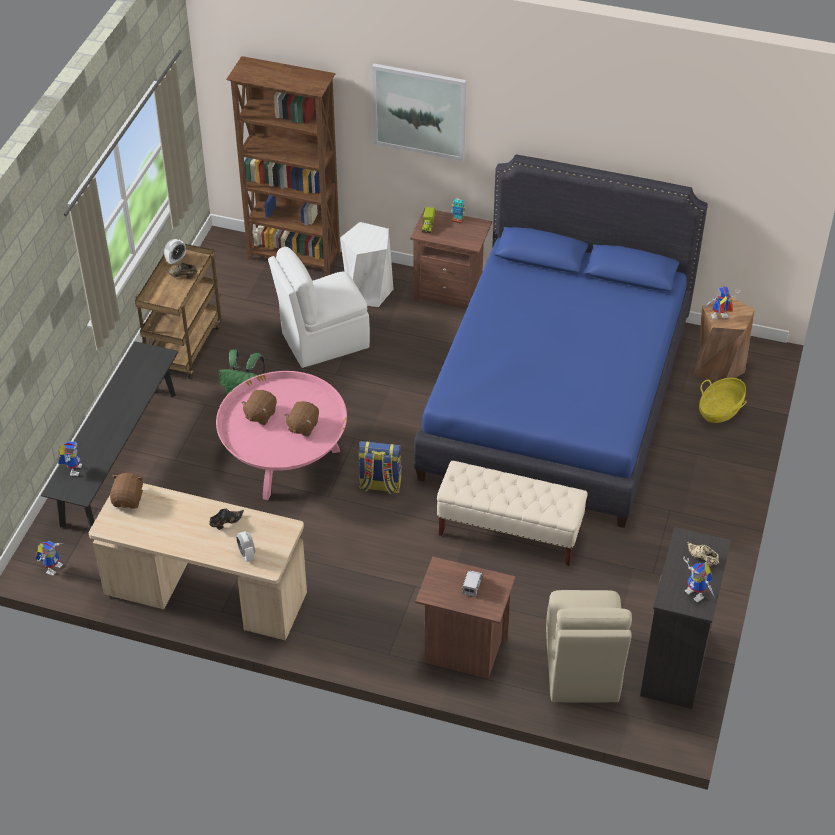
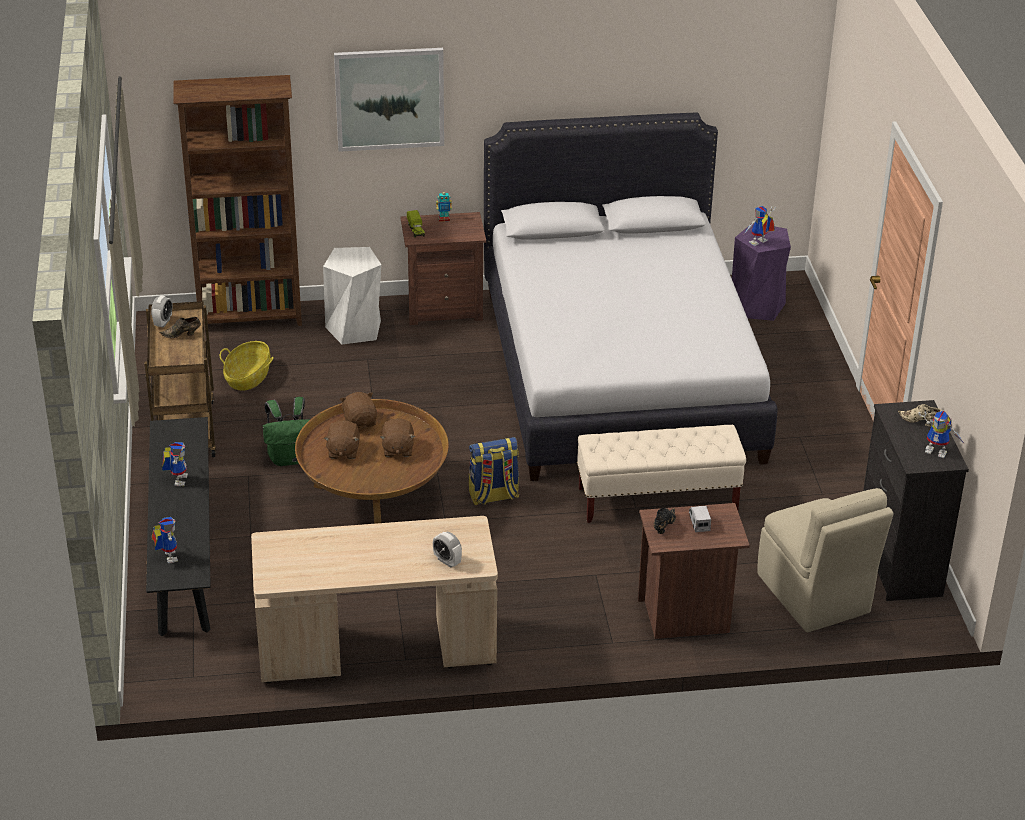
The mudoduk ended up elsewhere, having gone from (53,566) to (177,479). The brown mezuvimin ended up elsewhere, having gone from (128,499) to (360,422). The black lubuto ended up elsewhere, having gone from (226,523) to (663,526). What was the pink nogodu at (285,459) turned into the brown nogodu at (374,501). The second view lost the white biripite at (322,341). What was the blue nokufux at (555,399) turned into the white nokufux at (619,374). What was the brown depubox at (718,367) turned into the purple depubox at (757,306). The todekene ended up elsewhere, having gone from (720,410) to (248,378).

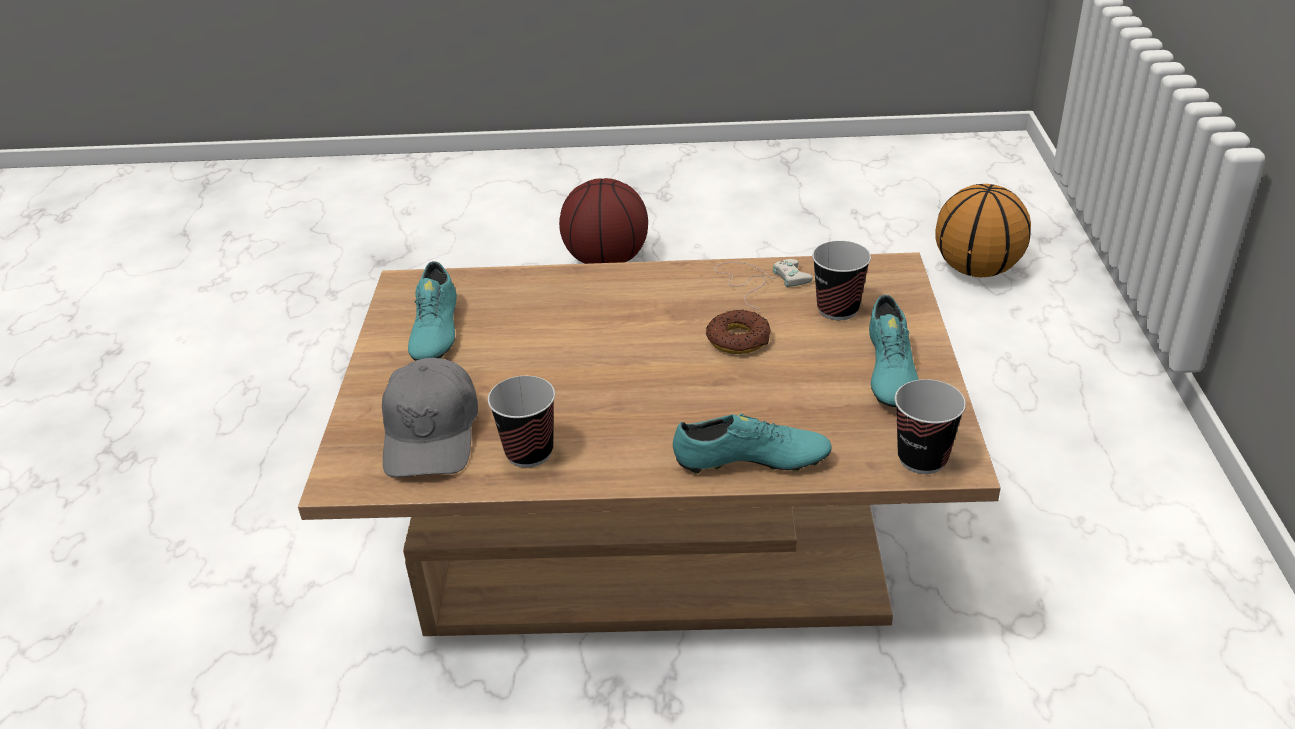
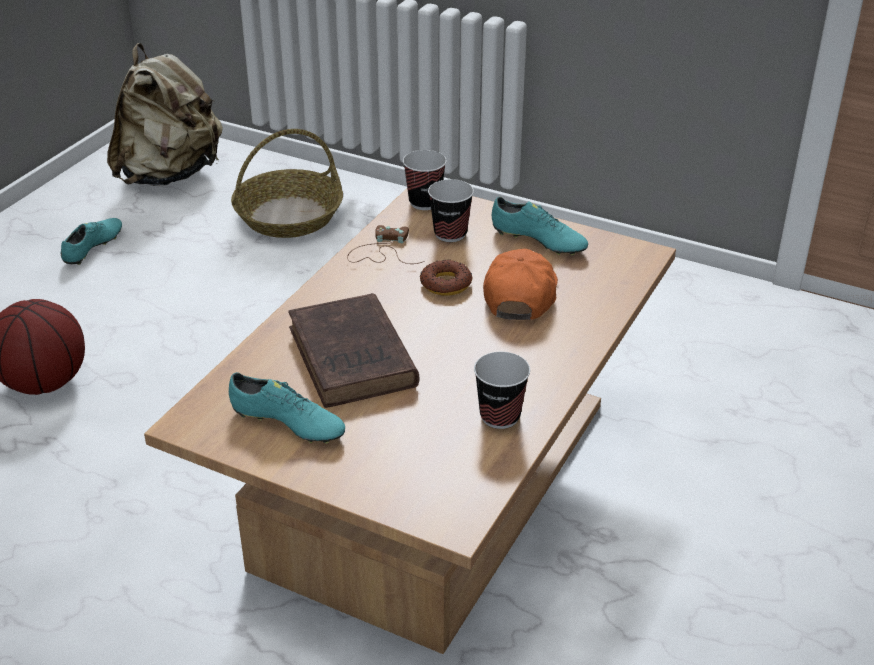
The second view lost the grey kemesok at (432,433). The turquoise lubuto ended up elsewhere, having gone from (751,463) to (93,248). What was the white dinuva at (759,281) turned into the brown dinuva at (382,251). The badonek ended up elsewhere, having gone from (922,458) to (424,202). Where the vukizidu stood at (975,269), the todekene came to stand at (288,216). The second view gained the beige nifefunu at (170,175). The second view gained the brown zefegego at (353,359). The second view gained the orange kemesok at (520,295).

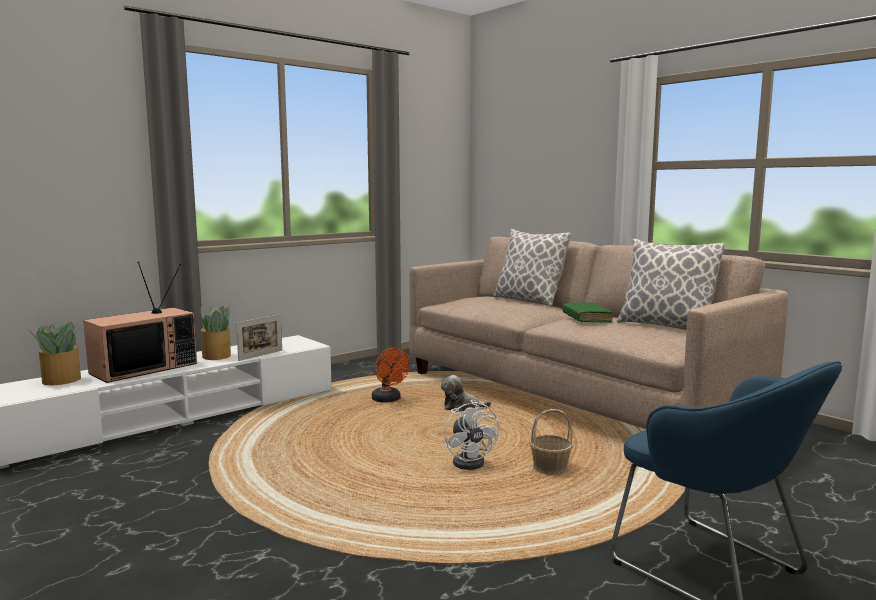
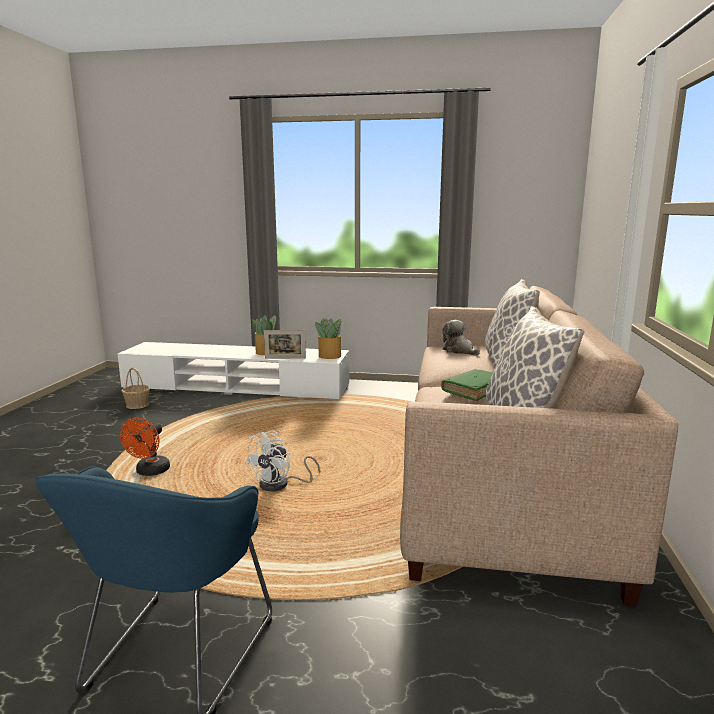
The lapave ended up elsewhere, having gone from (60,380) to (329,356). The second view lost the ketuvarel at (144,368). The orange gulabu ended up elsewhere, having gone from (389,400) to (150,472). The mezuvimin ended up elsewhere, having gone from (462,407) to (459,351). The todekene ended up elsewhere, having gone from (549,469) to (137,405).

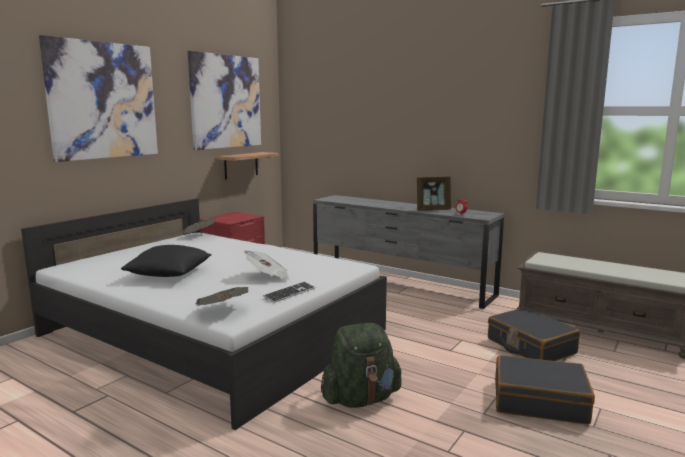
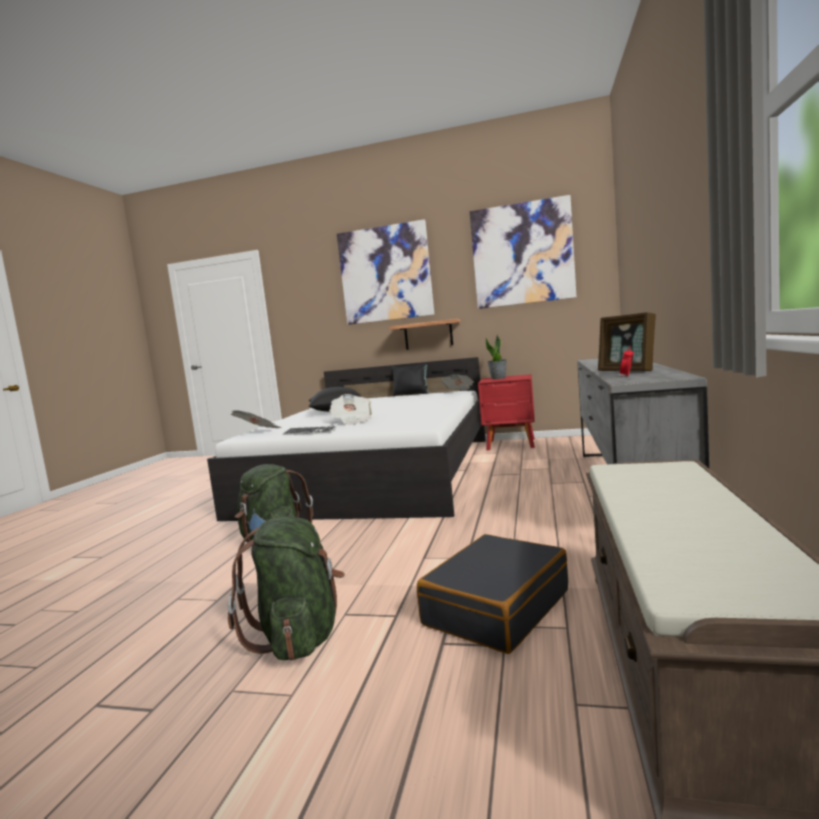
The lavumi ended up elsewhere, having gone from (241,165) to (428,335). Where the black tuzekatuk stood at (539,401), the green nifefunu came to stand at (299,637). The second view gained the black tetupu at (411,394). The second view gained the lapave at (498,378).

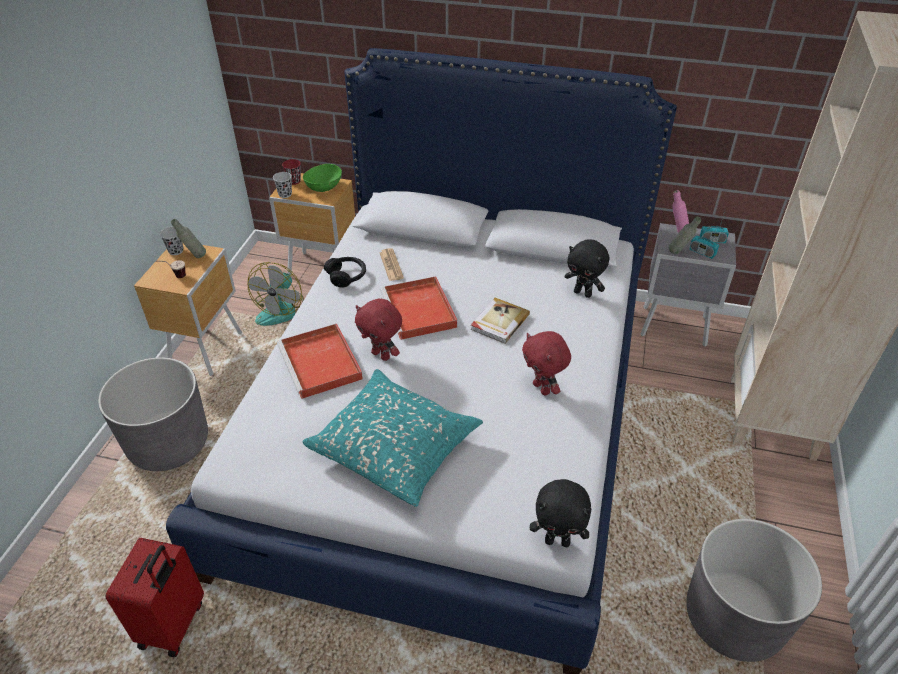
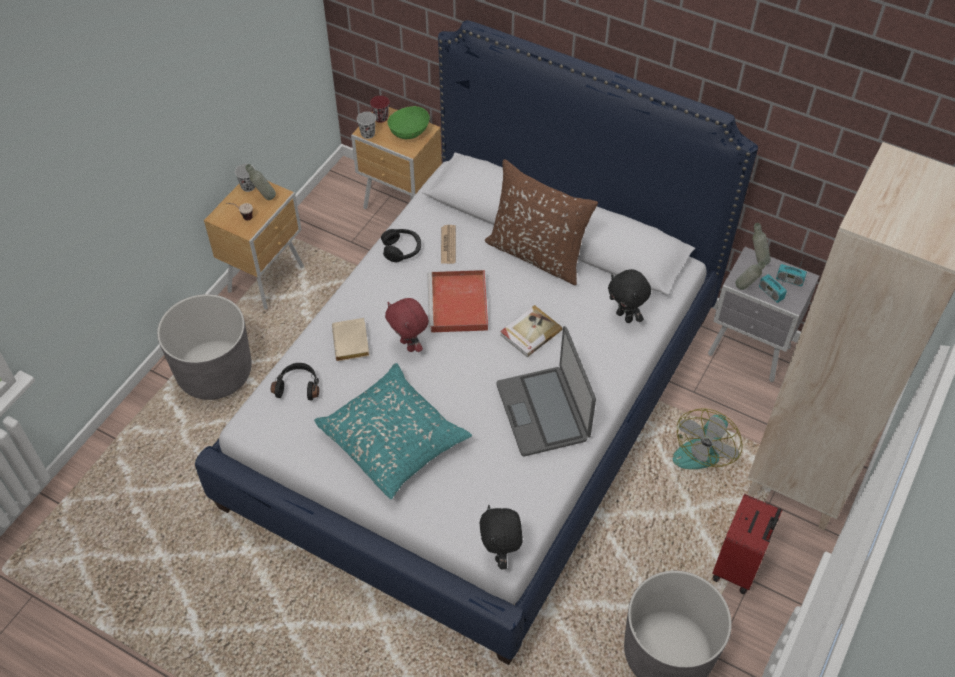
The red tuzekatuk ended up elsewhere, having gone from (174,624) to (738,566). The gulabu ended up elsewhere, having gone from (281,309) to (701,447). Where the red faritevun stood at (321,364), the beige zefegego came to stand at (352,343). Where the red mezuvimin stood at (542,388), the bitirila came to stand at (543,411). The black mezuvimin at (557,541) ended up facing another way, 60 degrees clockwise from before. What was the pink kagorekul at (676,231) turned into the grey kagorekul at (757,260). The second view gained the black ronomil at (298,386). The second view gained the brown tetupu at (537,254).

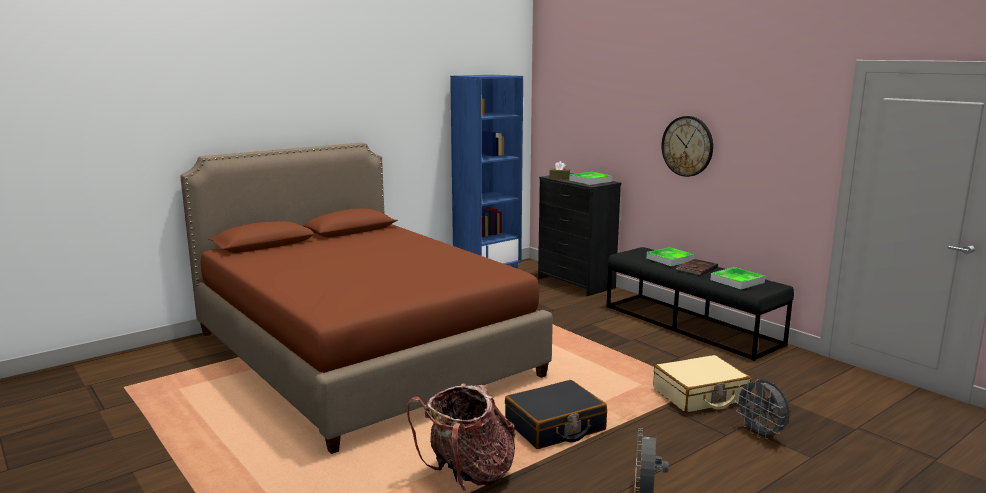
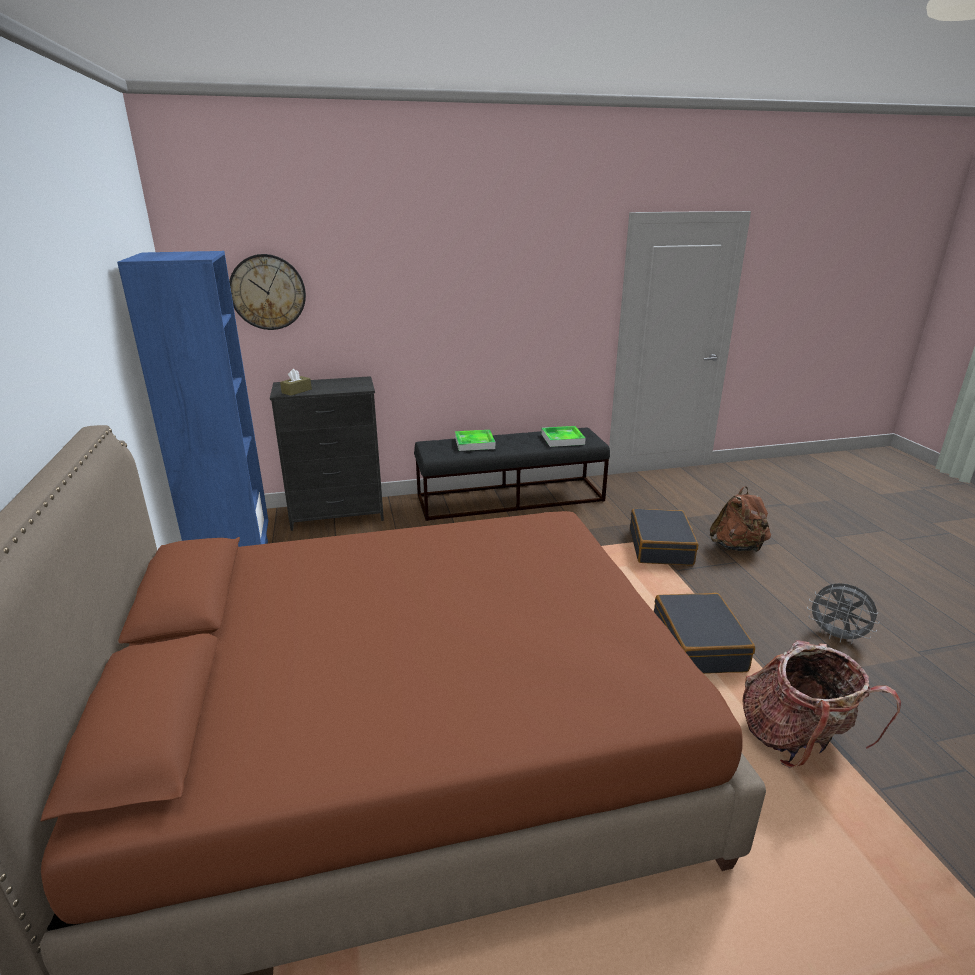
The second view lost the faritevun at (590,181). What was the beige tuzekatuk at (700,396) turned into the black tuzekatuk at (661,547). The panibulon ended up elsewhere, having gone from (687,146) to (267,292). The second view lost the brown zefegego at (696,269). Where the grey gulabu stood at (761,434), the brown nifefunu came to stand at (737,547).

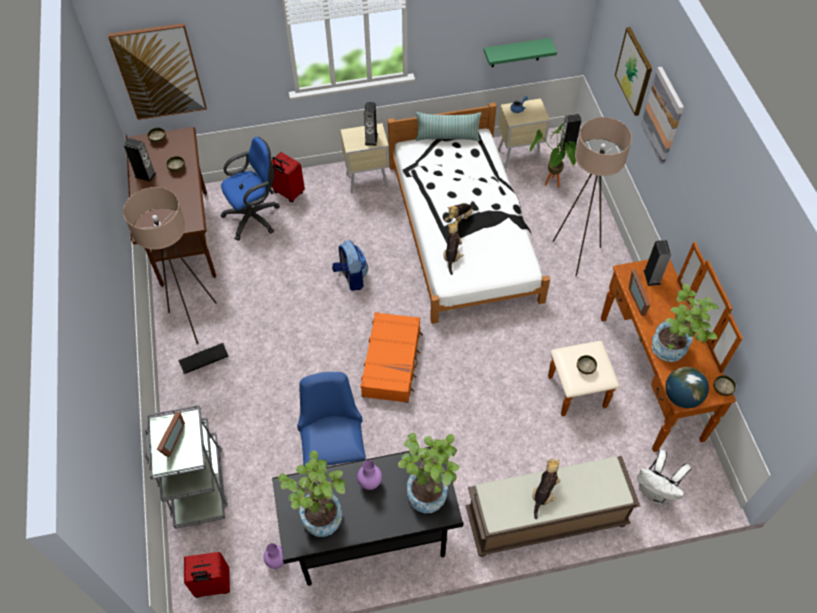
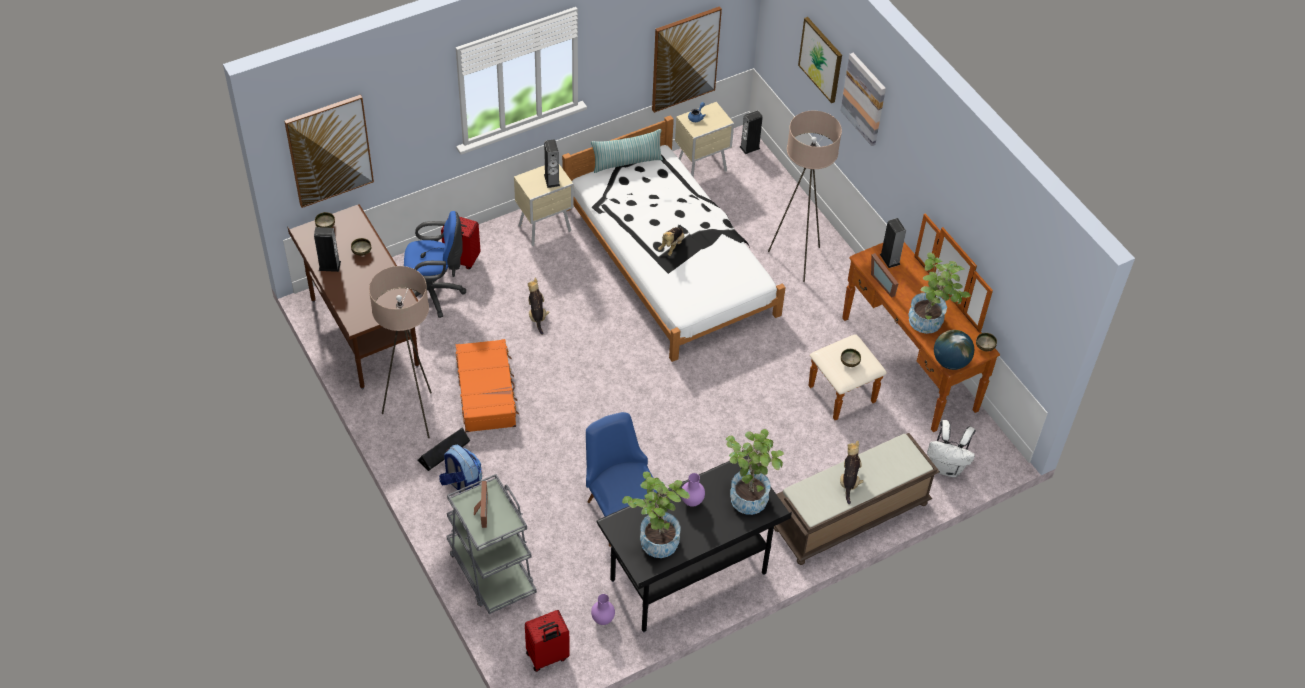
The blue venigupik at (255,217) ended up facing another way, 45 degrees clockwise from before. The nifefunu ended up elsewhere, having gone from (351,277) to (462,487). The orange tuzekatuk ended up elsewhere, having gone from (392,362) to (487,392). The mezuvimin ended up elsewhere, having gone from (452,255) to (537,315). Where the green lavumi hung at (516,52), the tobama came to hang at (685,59). The second view lost the lapave at (551,186).

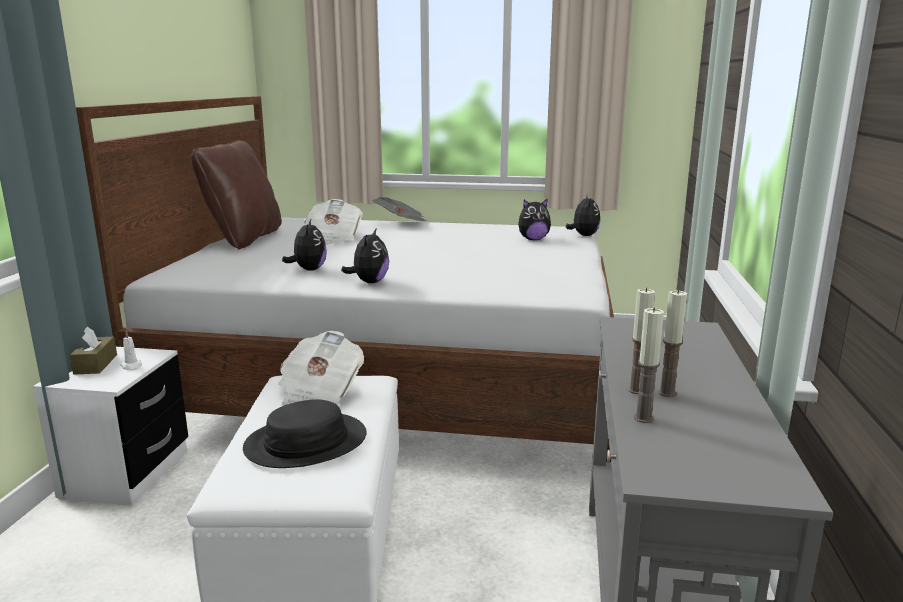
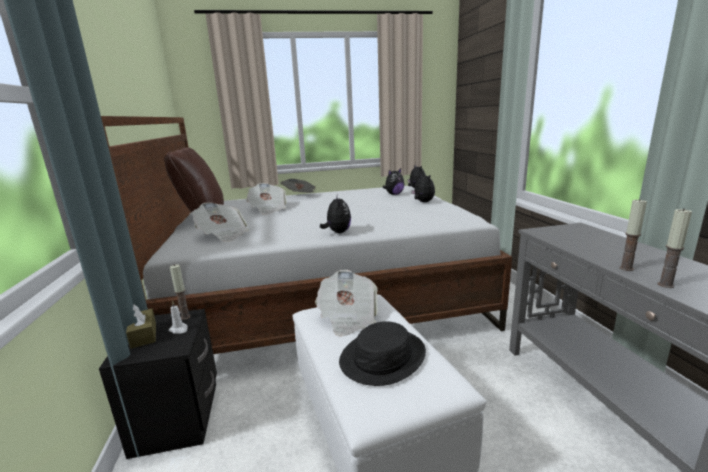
What was the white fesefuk at (126,473) turned into the black fesefuk at (177,417). The mezuvimin ended up elsewhere, having gone from (308,270) to (423,202). The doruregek ended up elsewhere, having gone from (667,393) to (185,317). The second view gained the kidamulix at (223,235).

